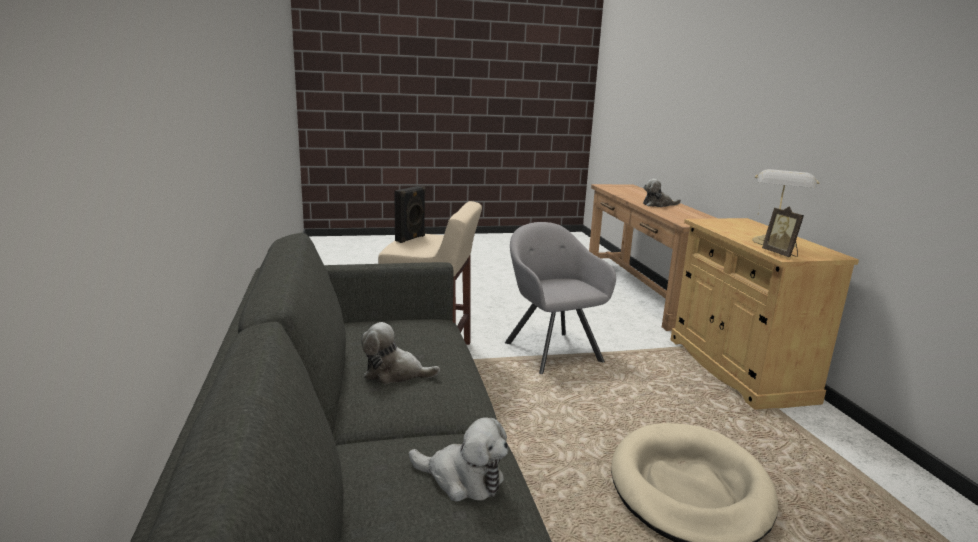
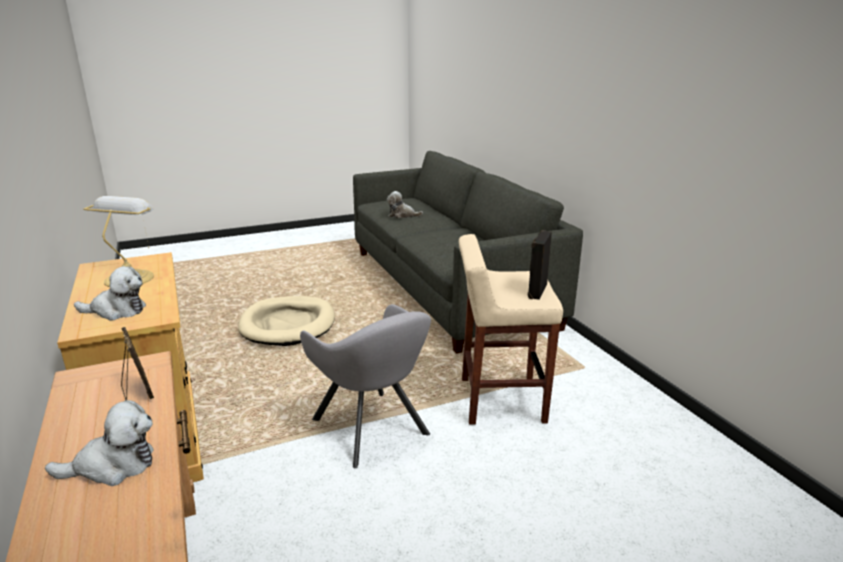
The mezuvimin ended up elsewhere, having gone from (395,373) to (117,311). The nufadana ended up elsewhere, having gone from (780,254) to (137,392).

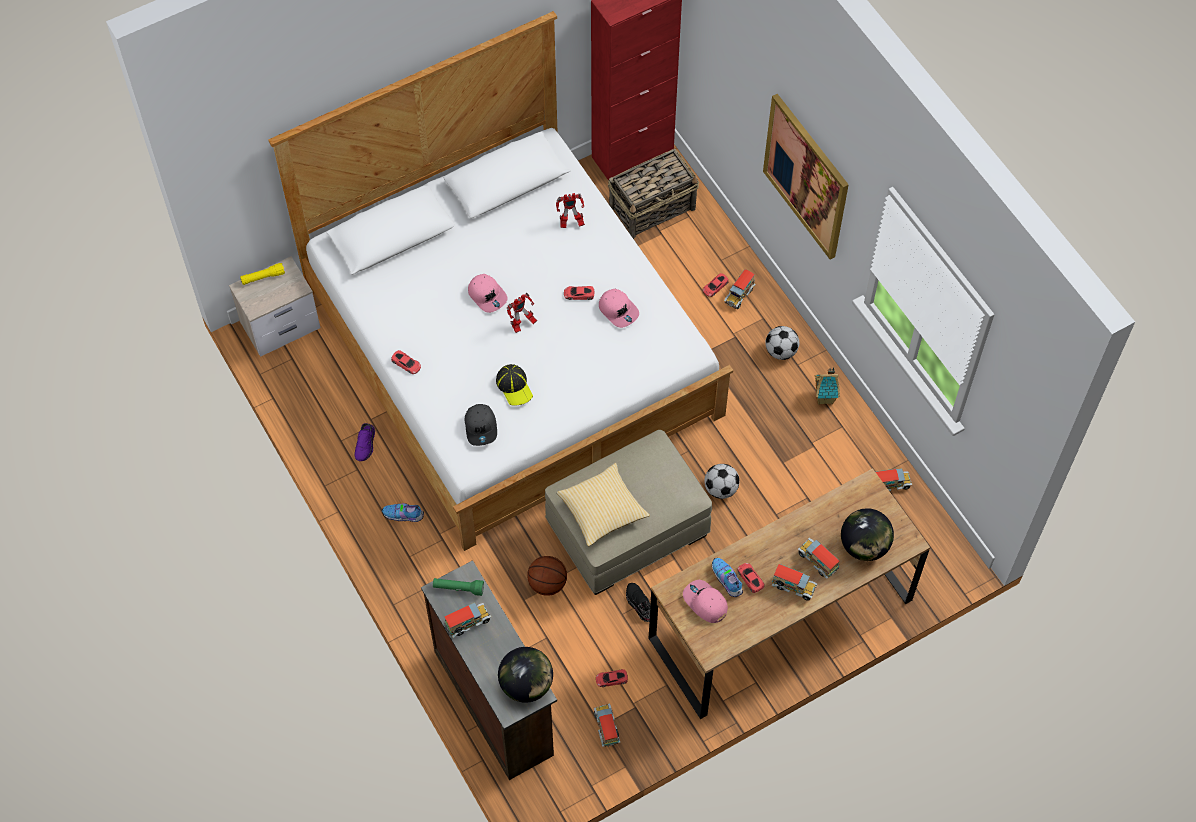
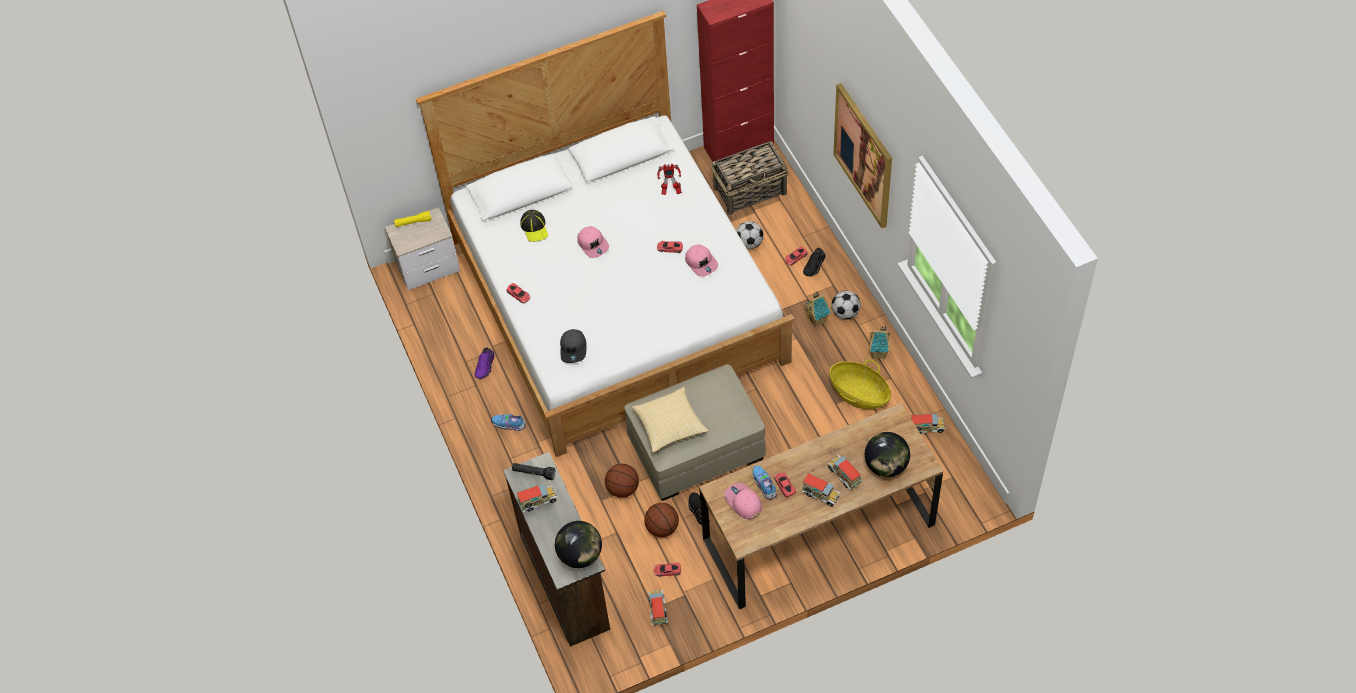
What was the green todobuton at (458,588) turned into the black todobuton at (534,473). The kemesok ended up elsewhere, having gone from (514,386) to (534,228). The second view lost the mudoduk at (522,325). The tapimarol ended up elsewhere, having gone from (720,489) to (749,243). Where the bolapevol stood at (738,295), the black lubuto came to stand at (815,265). The second view gained the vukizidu at (662,527). The second view gained the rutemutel at (817,320). The second view gained the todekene at (859,394).

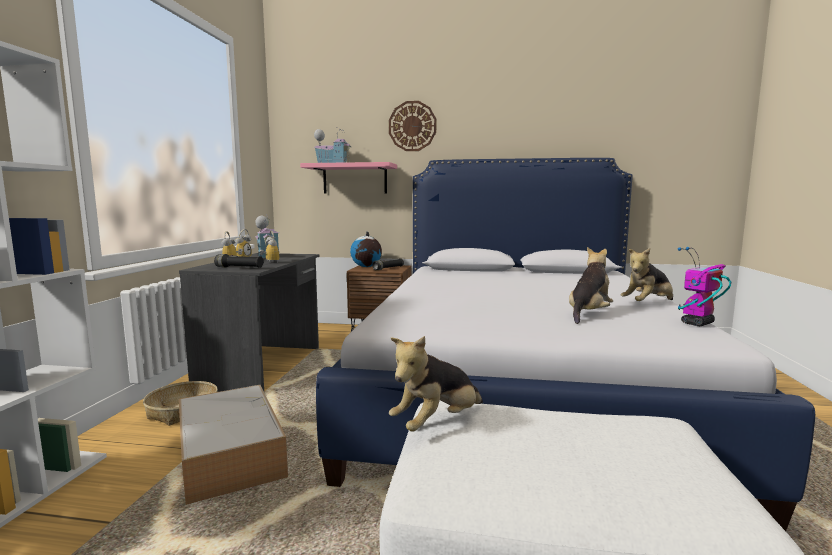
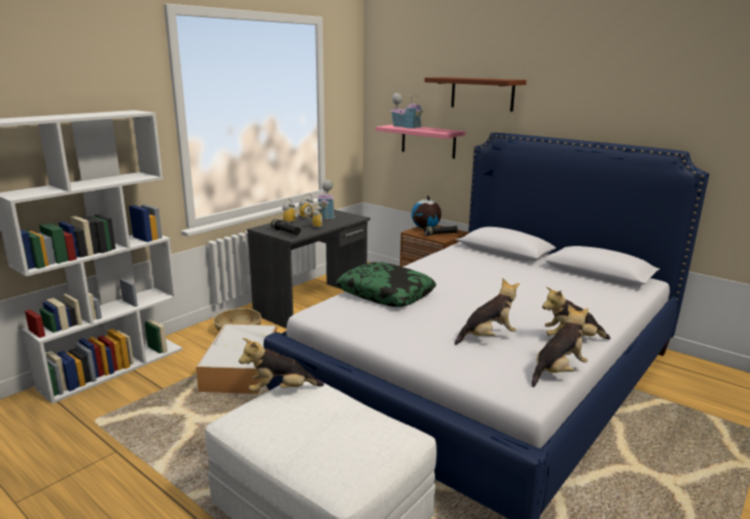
Where the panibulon hung at (412,126), the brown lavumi came to hang at (482,93). Where the mudoduk stood at (697,323), the mezuvimin came to stand at (558,371). The second view gained the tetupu at (386,293).

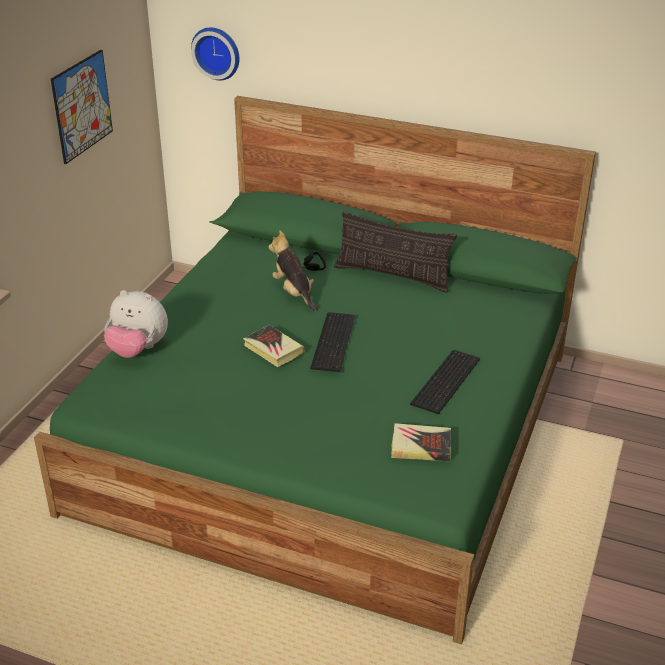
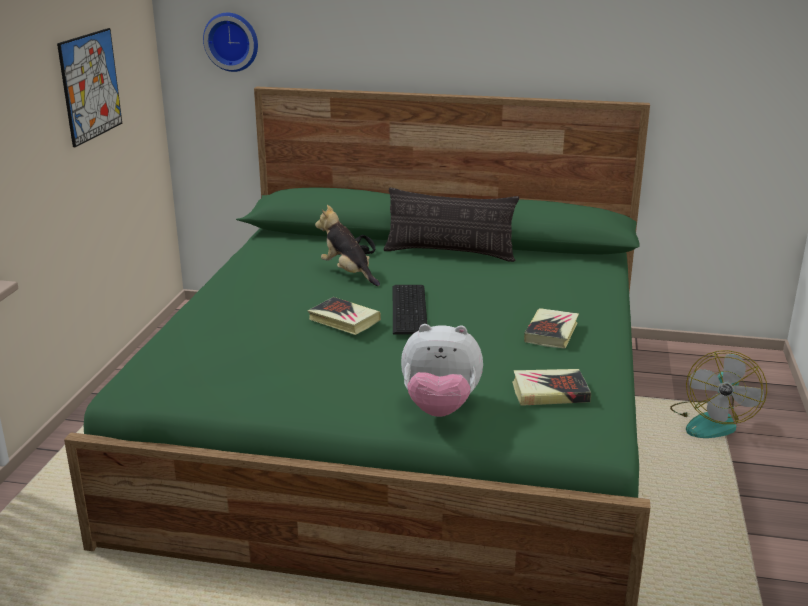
The mezuvimin ended up elsewhere, having gone from (138,350) to (440,408). Where the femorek stood at (448,381), the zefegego came to stand at (551,332). The second view gained the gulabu at (711,421).

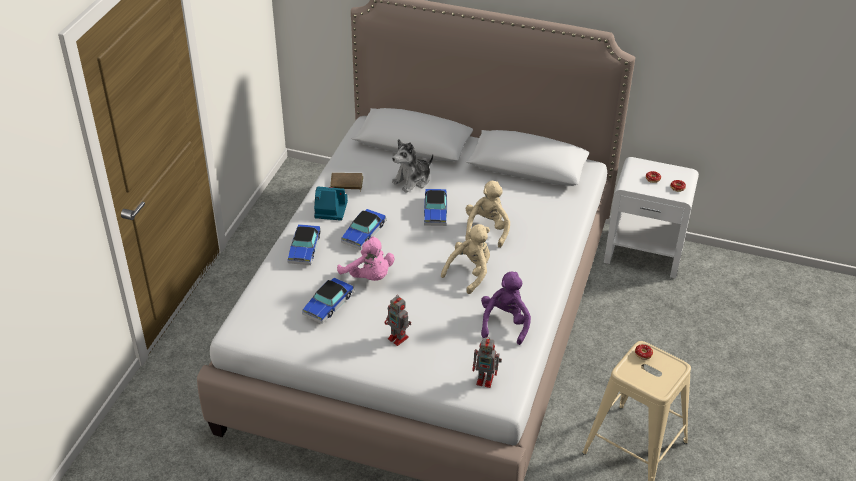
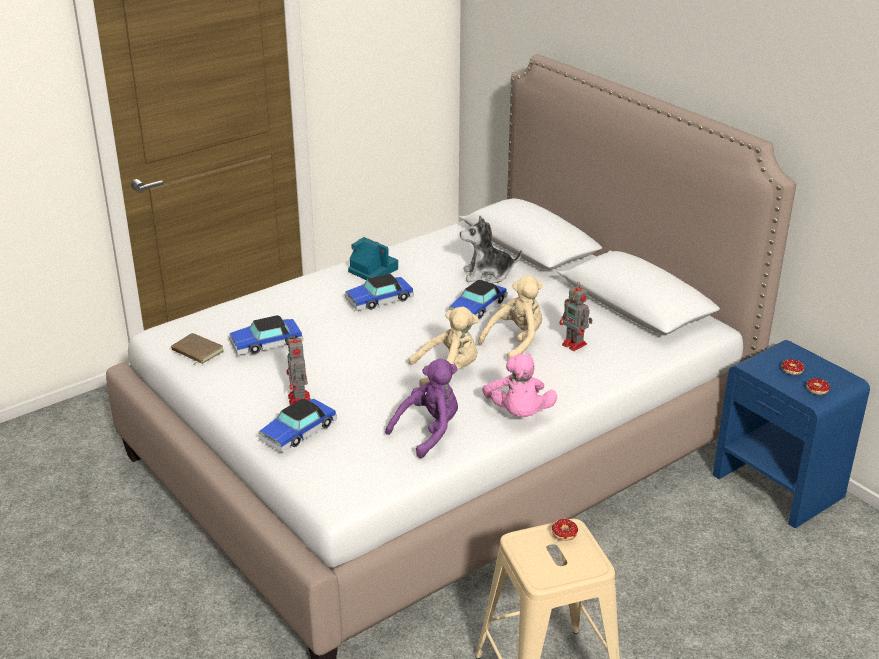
The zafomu ended up elsewhere, having gone from (304,249) to (298,432). The brown zefegego ended up elsewhere, having gone from (346,183) to (196,351). The pink mezuvimin ended up elsewhere, having gone from (369,277) to (518,414). The mudoduk ended up elsewhere, having gone from (486,380) to (575,345). What was the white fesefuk at (644,253) turned into the blue fesefuk at (779,486).

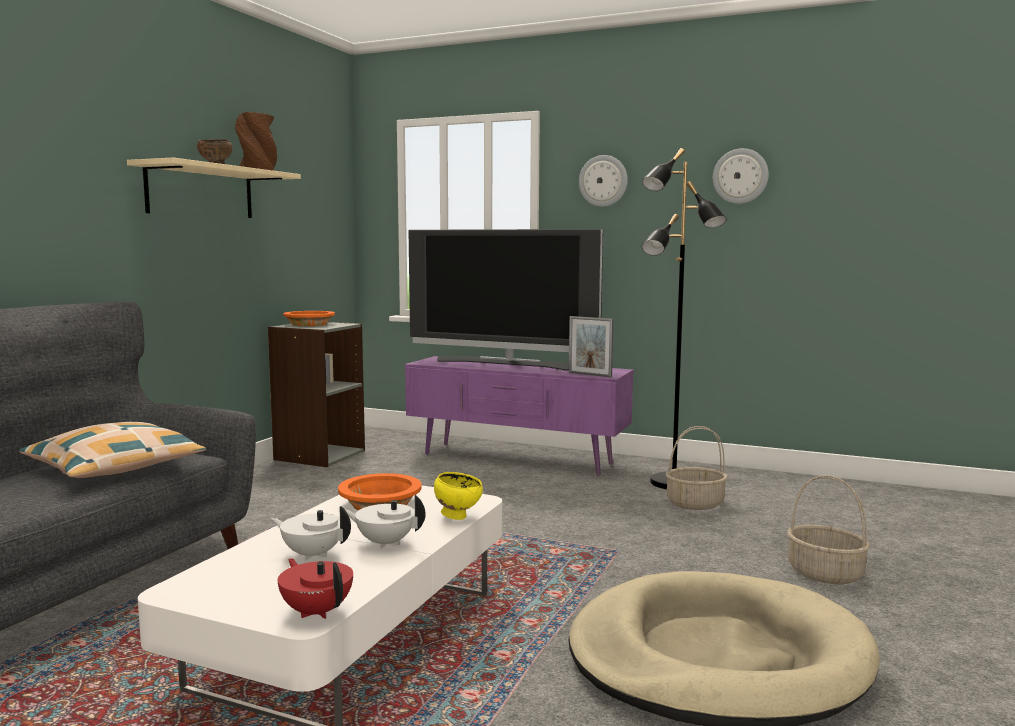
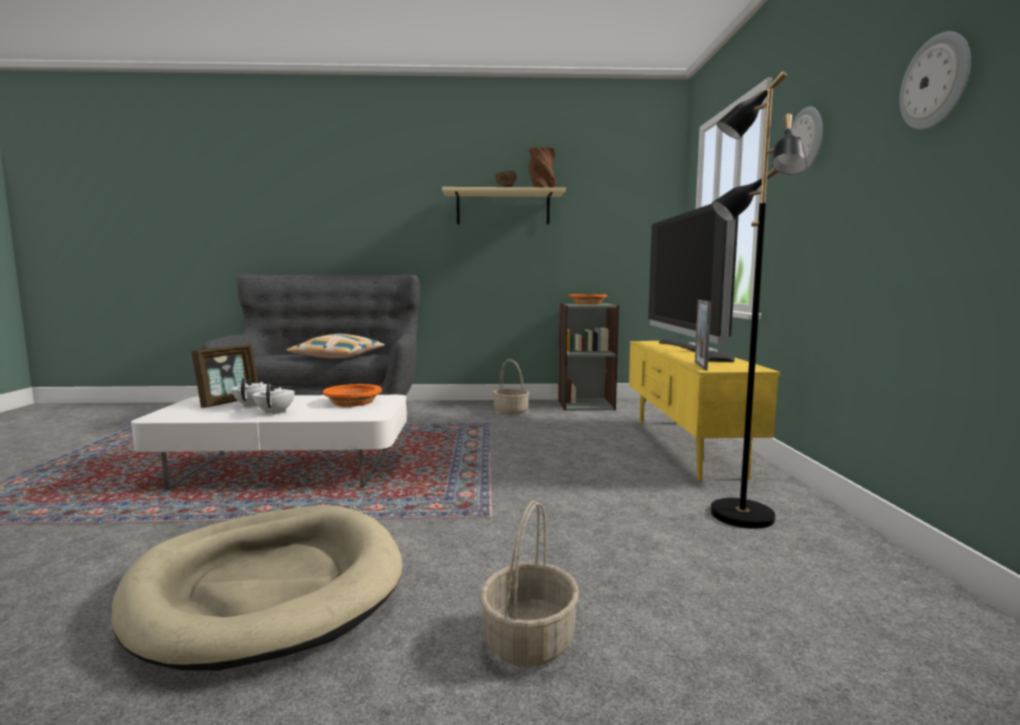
The second view lost the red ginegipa at (317,611). What was the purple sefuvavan at (516,459) turned into the yellow sefuvavan at (684,447). The second view lost the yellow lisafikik at (458,517). The todekene ended up elsewhere, having gone from (695,503) to (511,411). The second view gained the nufadana at (229,402).

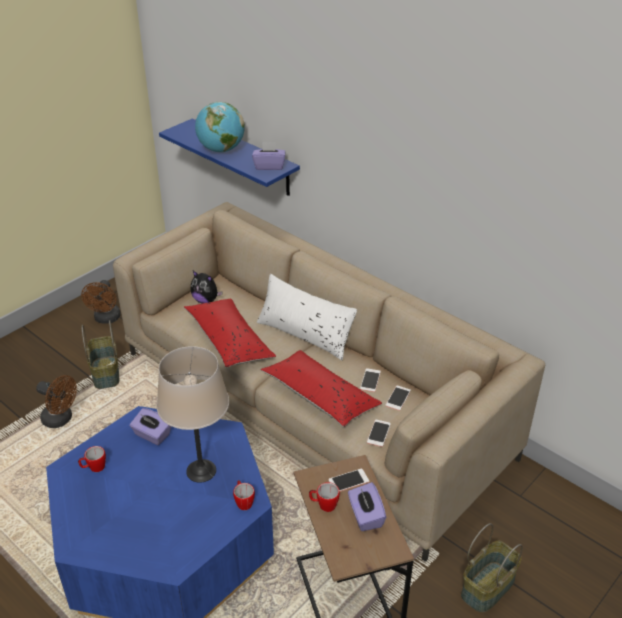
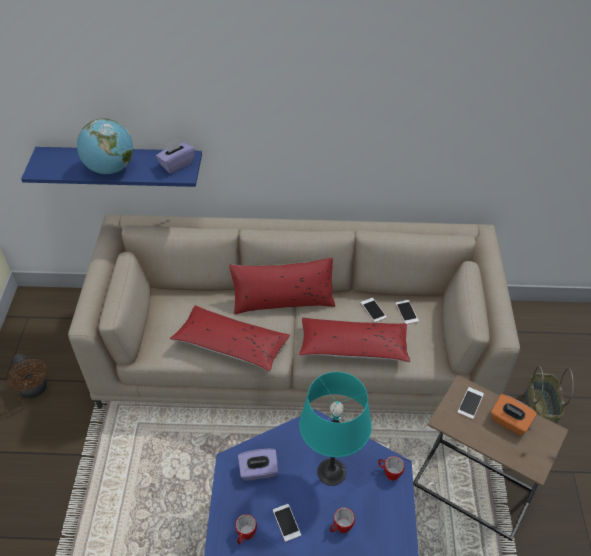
The second view lost the brown gulabu at (61,419). The second view lost the todekene at (105,373). What was the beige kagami at (201,471) turned into the turquoise kagami at (331,472). The second view lost the mezuvimin at (206,300). What was the white tetupu at (305,334) turned into the red tetupu at (283,300). The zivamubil ended up elsewhere, having gone from (324,505) to (340,528). What was the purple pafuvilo at (365,516) turned into the orange pafuvilo at (509,422). The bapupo ended up elsewhere, having gone from (378,433) to (286,522).

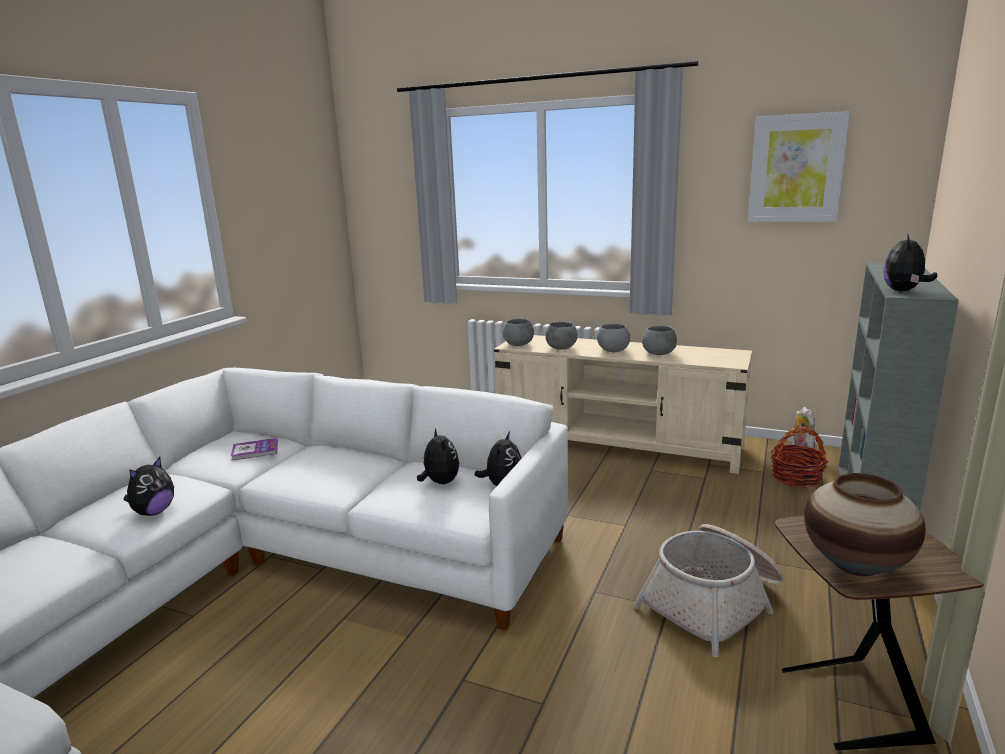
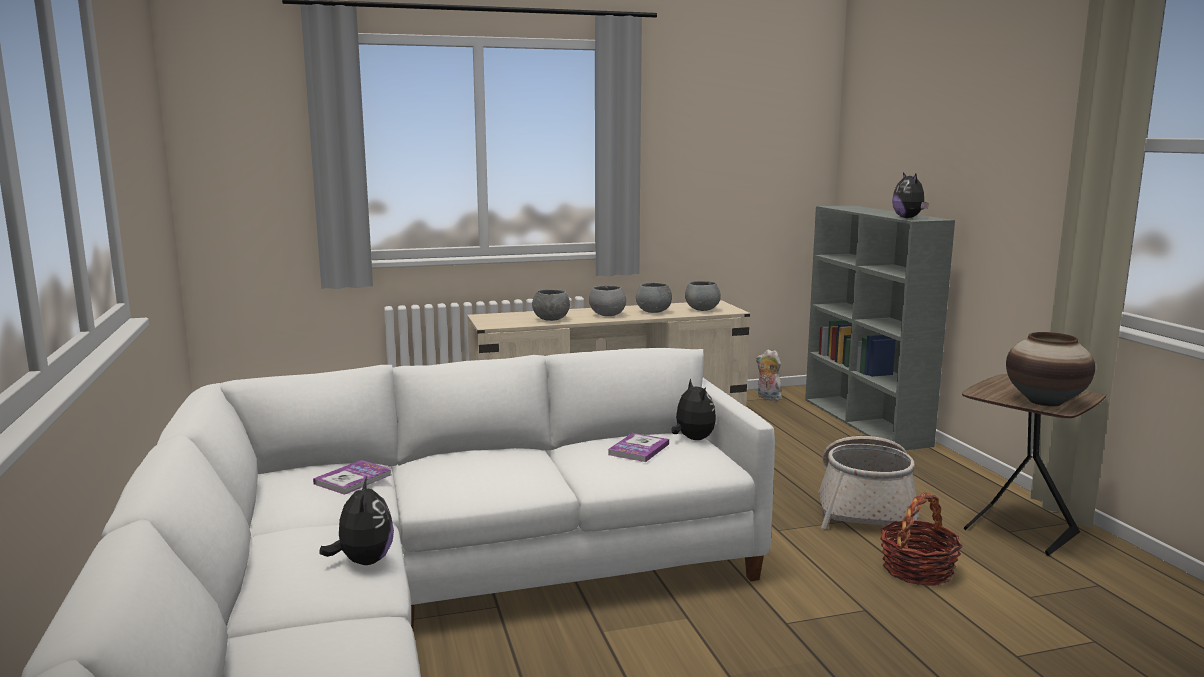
Where the mezuvimin stood at (440,482), the zefegego came to stand at (638,449). The grey lisafikik ended up elsewhere, having gone from (519,344) to (702,309). The second view lost the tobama at (796,169). The todekene ended up elsewhere, having gone from (796,477) to (917,570).

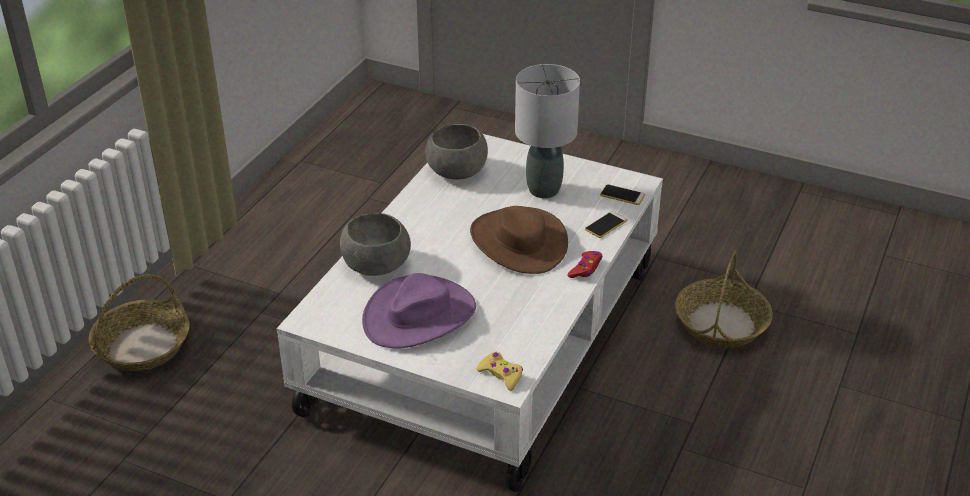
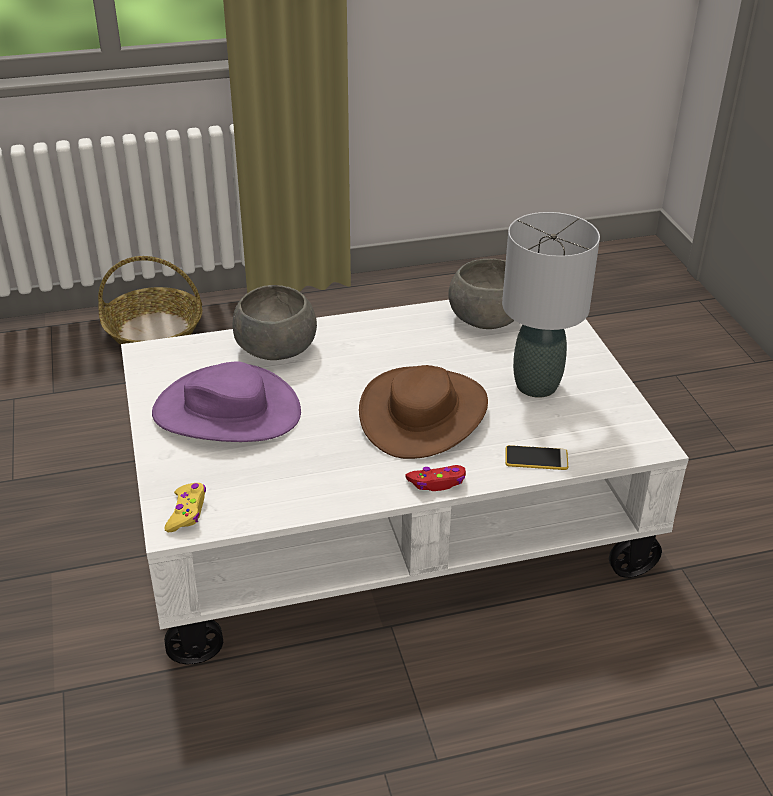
The second view lost the bapupo at (622,195). The second view lost the todekene at (721,323).

